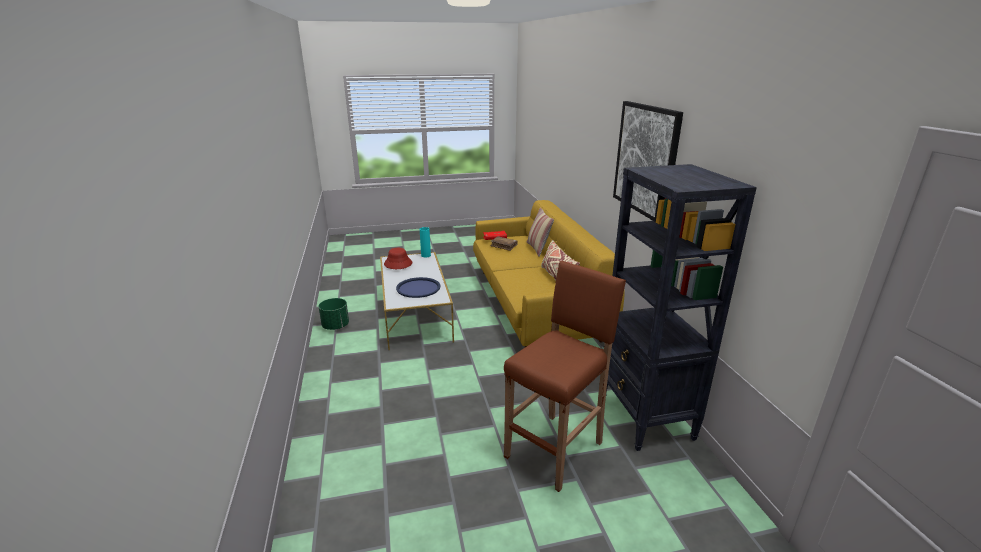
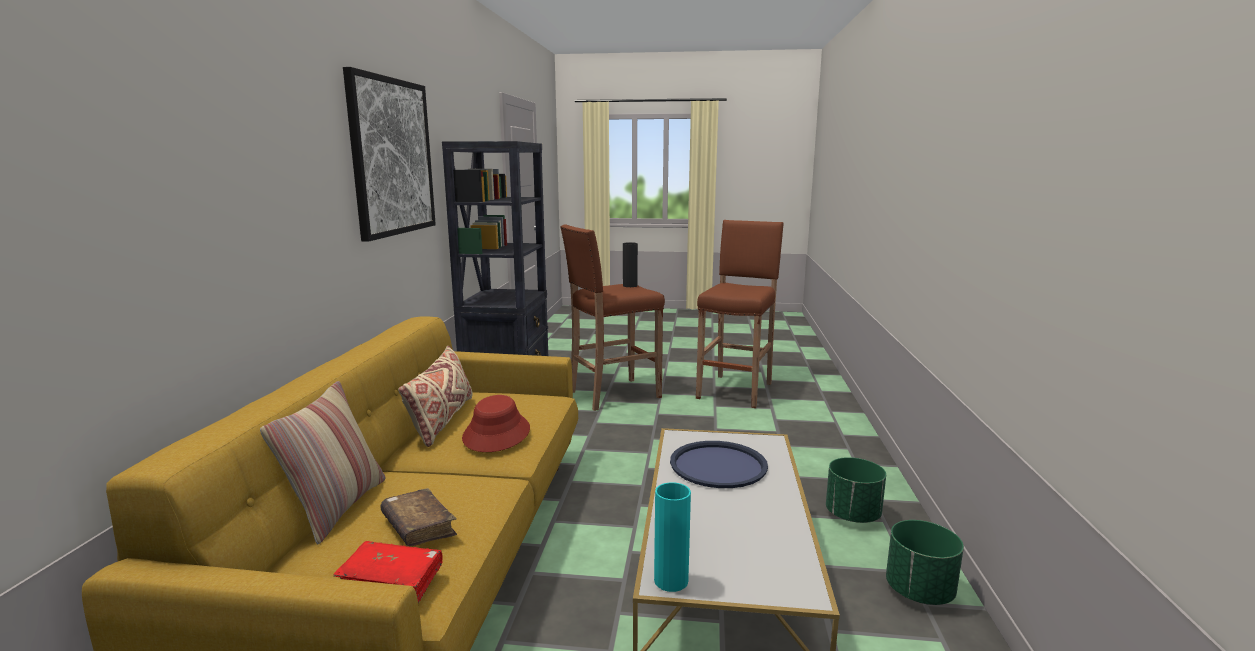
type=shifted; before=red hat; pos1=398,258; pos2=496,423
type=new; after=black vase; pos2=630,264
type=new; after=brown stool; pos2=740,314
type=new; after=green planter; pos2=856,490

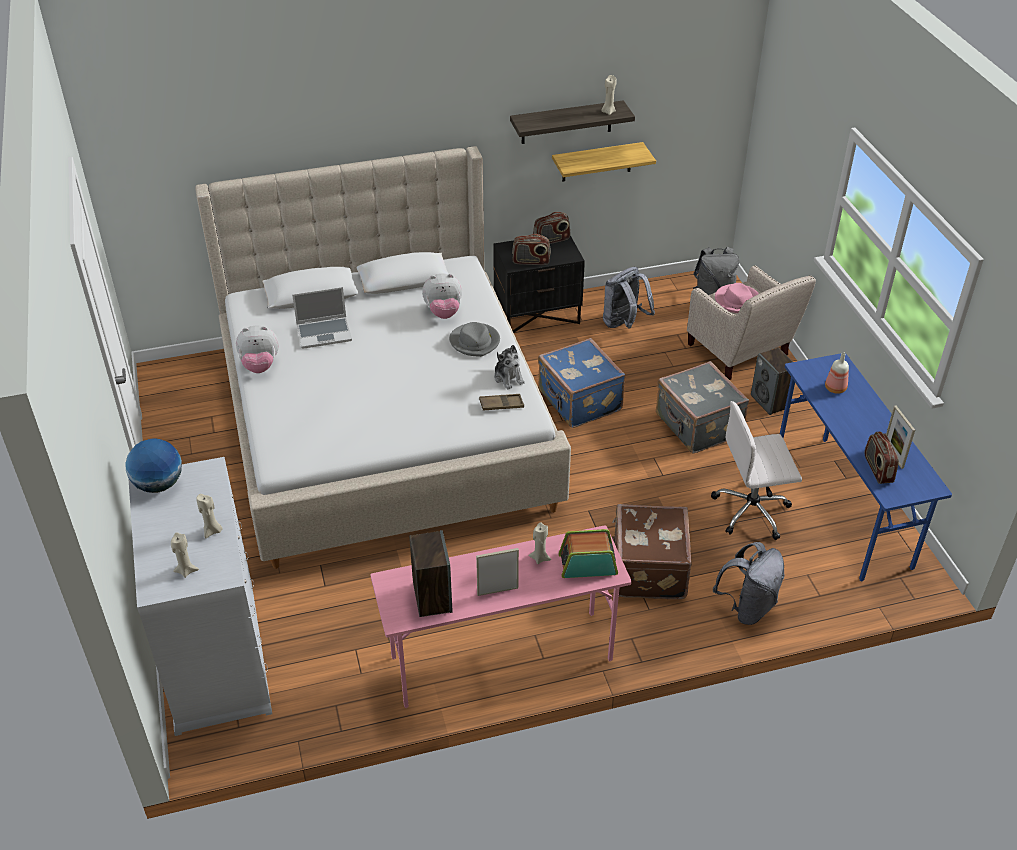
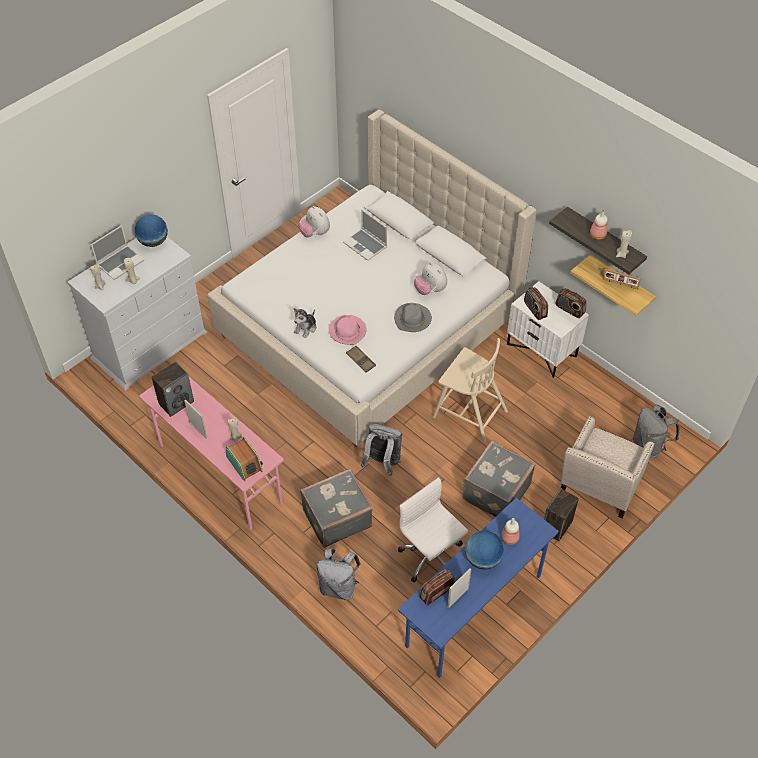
type=repainted; before=black nightstand; after=white nightstand; pos1=539,284; pos2=548,329
type=shifted; before=plush toy; pos1=509,367; pos2=305,323
type=swapped; before=blue suitcase; after=beige chair; pos1=581,383; pos2=470,390
type=shifted; before=grey backpack; pos1=629,298; pos2=381,450
type=repainted; before=brown suitcase; after=grey suitcase; pos1=652,551; pos2=336,508
type=shifted; before=pink hat; pos1=737,298; pos2=347,330
type=new; after=laptop; pos2=117,252
type=new; after=globe; pos2=484,550
type=new; after=bottle; pos2=599,225
type=new; after=picture frame; pos2=622,279

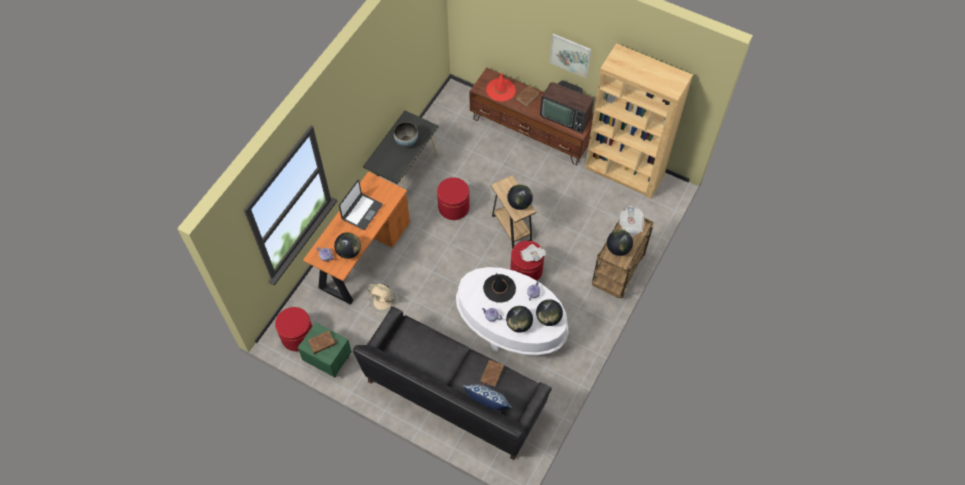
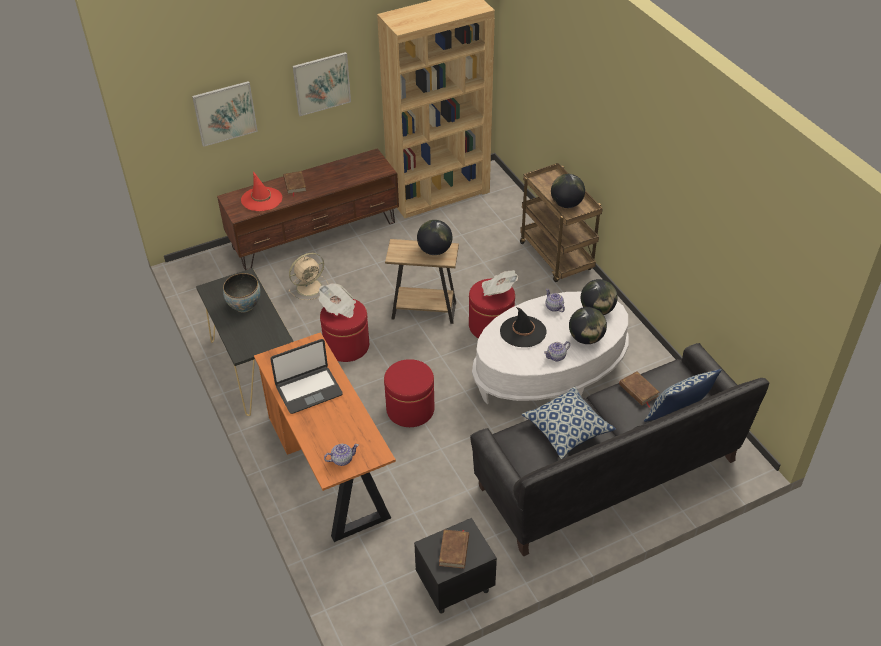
type=shifted; before=red ottoman; pos1=293,329; pos2=409,393
type=repainted; before=green nightstand; after=black nightstand; pos1=325,349; pos2=455,566
type=gone; before=globe; pos1=347,245
type=rotated; before=laptop; pos1=361,205; pos2=307,376; turn=90
type=shifted; before=beige fan; pos1=382,299; pos2=308,276
type=gone; before=television; pos1=567,106
type=shifted; before=newspaper; pos1=631,221; pos2=337,300
type=new; after=picture; pos2=225,114
type=new; after=pillow; pos2=568,423

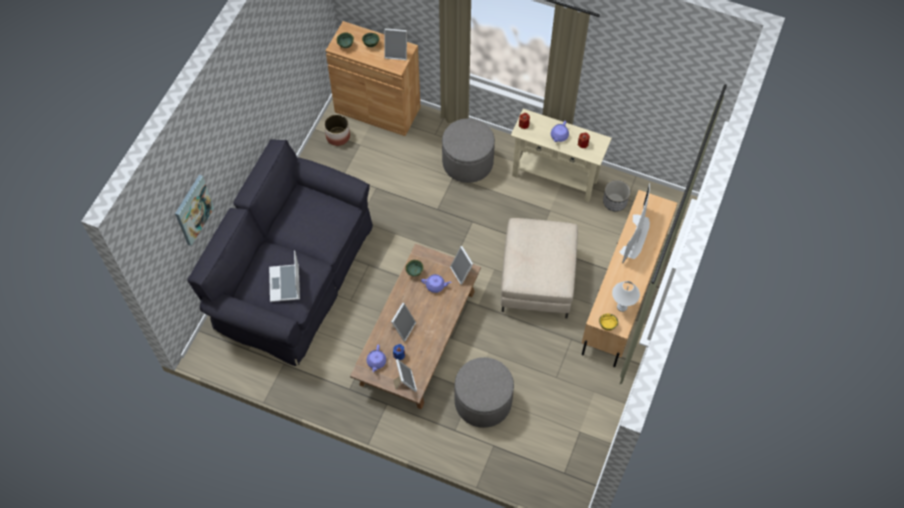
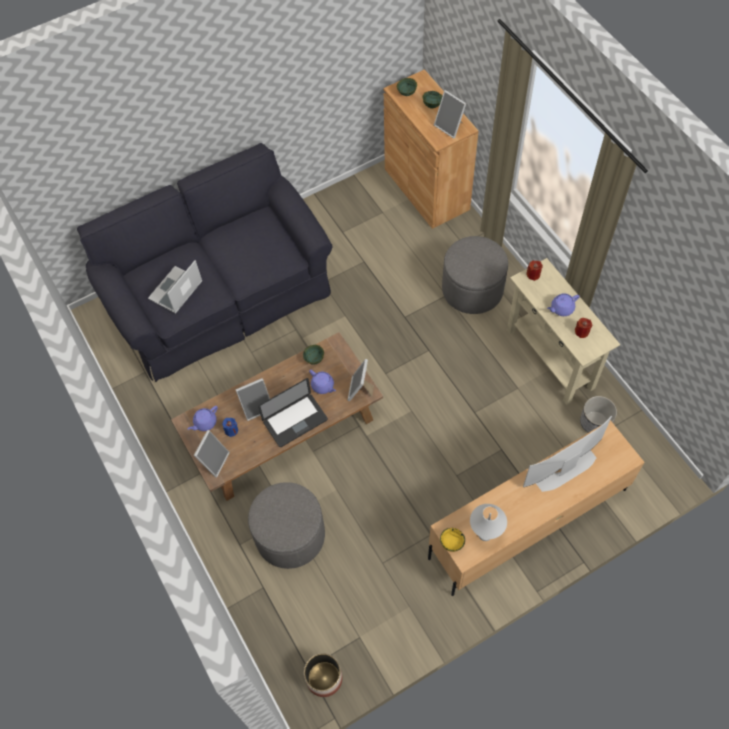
type=gone; before=picture; pos1=194,210
type=shifted; before=planter; pos1=337,130; pos2=323,675
type=gone; before=beige ottoman; pos1=539,268
type=new; after=laptop; pos2=293,412

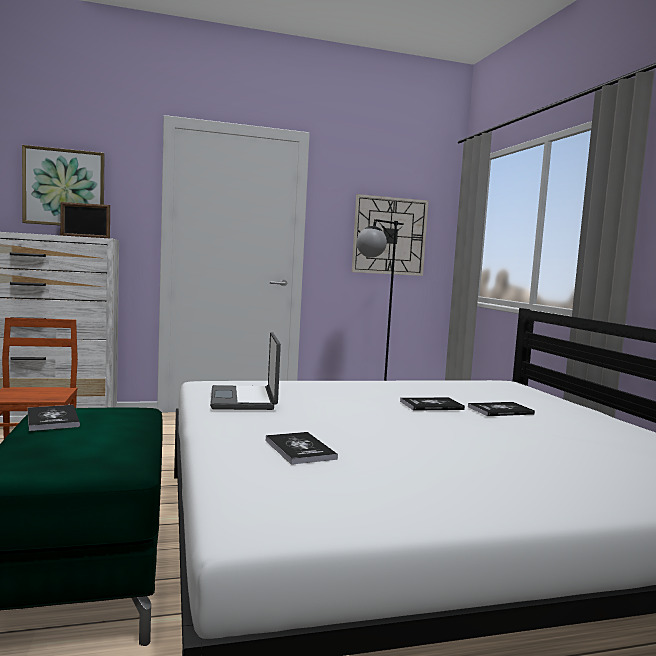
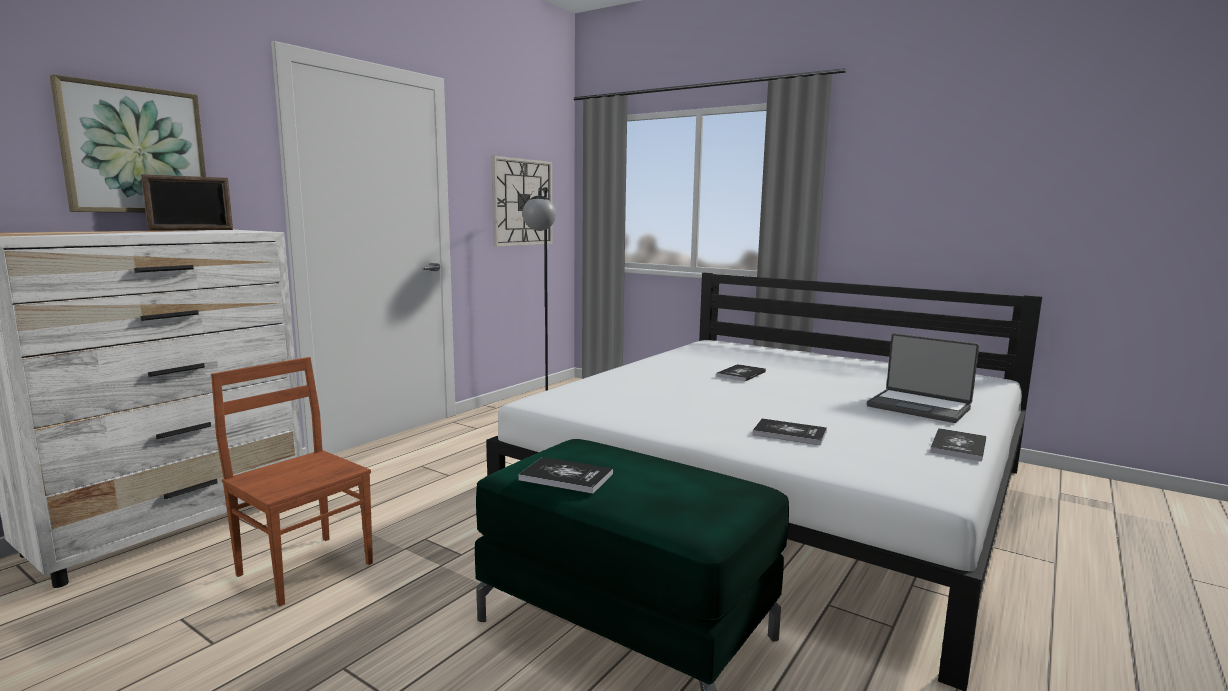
type=shifted; before=laptop; pos1=245,371; pos2=923,378
type=shifted; before=book; pos1=501,409; pos2=958,445

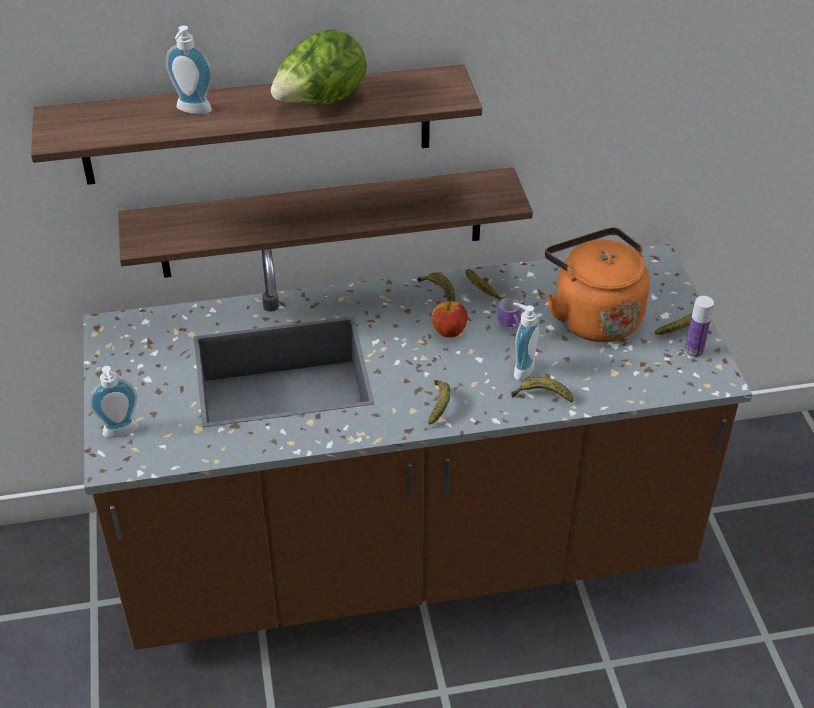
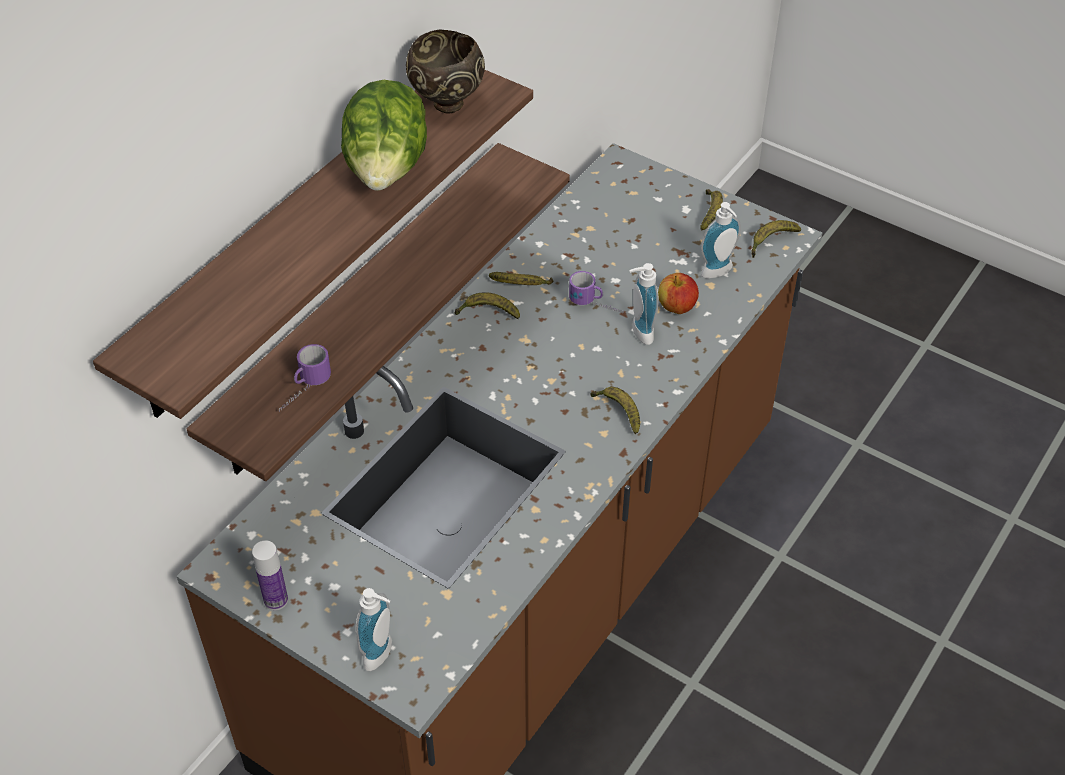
type=shifted; before=soap dispenser; pos1=189,70; pos2=721,240
type=shifted; before=apple; pos1=449,319; pos2=678,293
type=shifted; before=banana; pos1=542,390; pos2=776,239
type=gone; before=orange kettle; pos1=597,285
type=shifted; before=bottle; pos1=699,327; pos2=270,575
type=new; after=mug; pos2=305,378
type=new; after=brown bowl; pos2=445,71

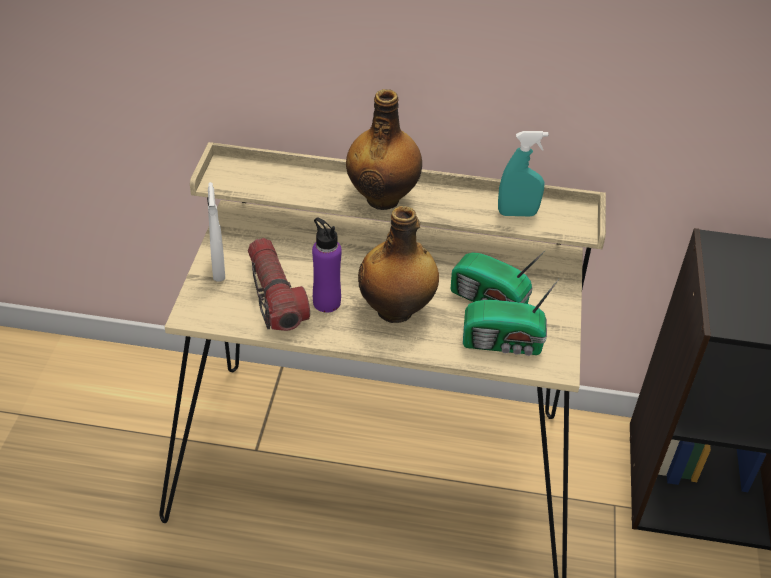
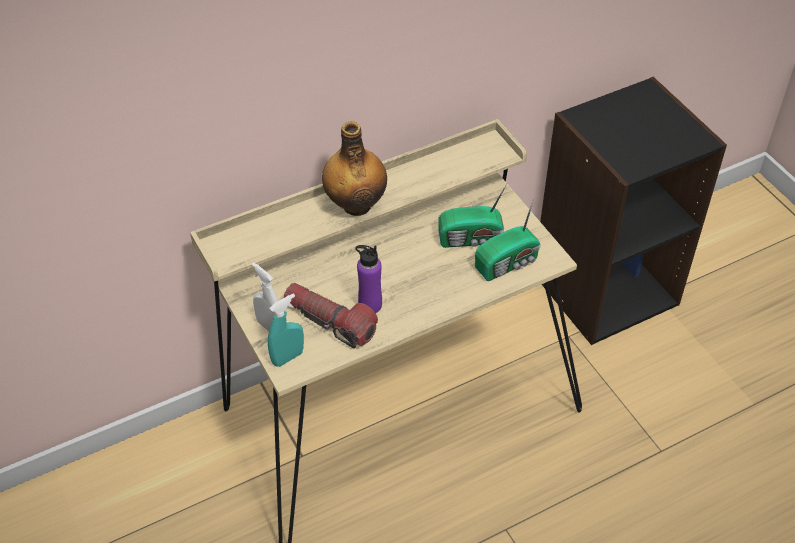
type=gone; before=bottle; pos1=398,264
type=shifted; before=turquoise spray bottle; pos1=523,173; pos2=286,330

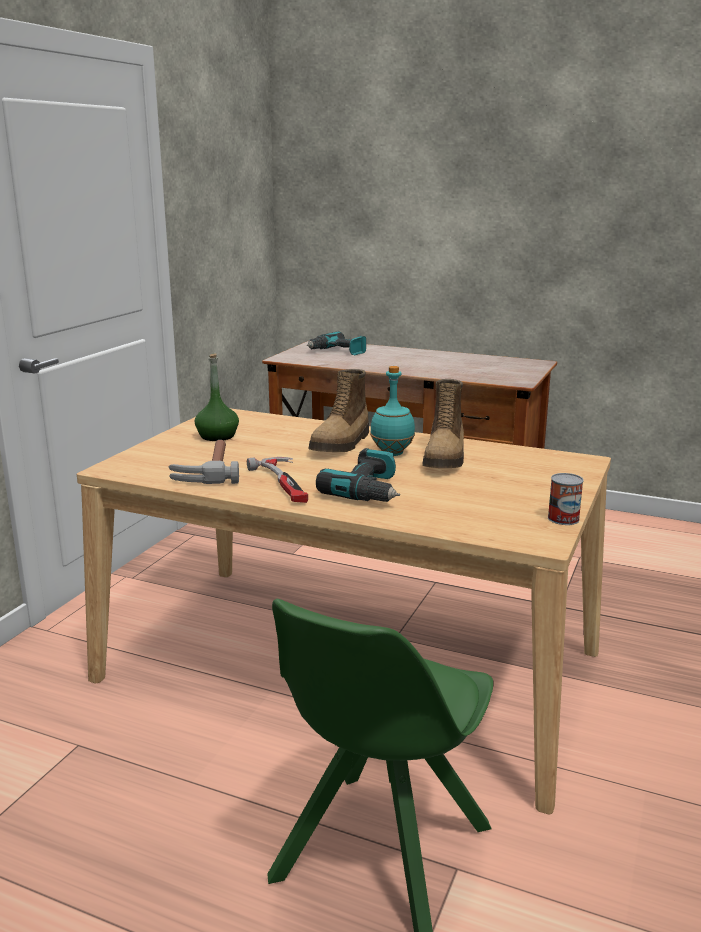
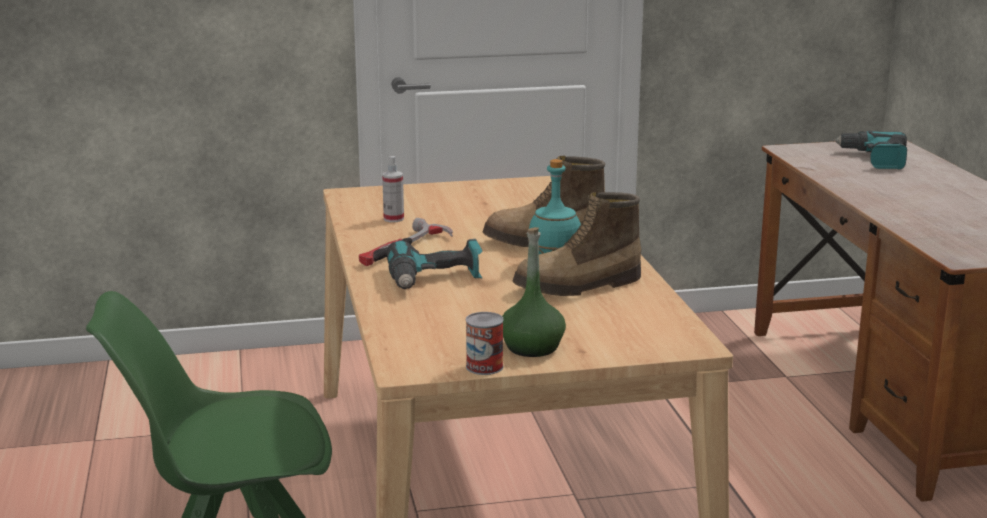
type=swapped; before=hammer; after=spray bottle; pos1=204,462; pos2=393,189
type=shifted; before=green bottle; pos1=217,397; pos2=534,292

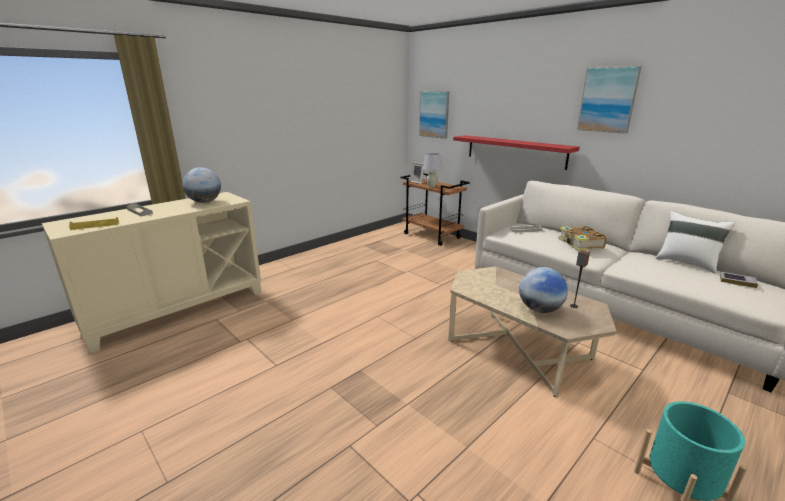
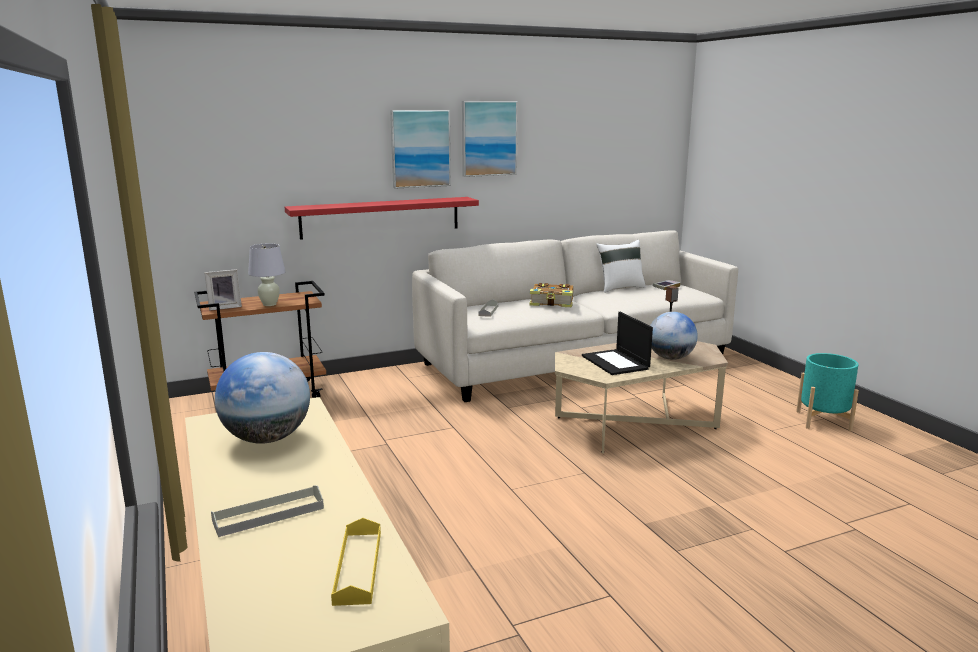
type=shifted; before=picture; pos1=434,115; pos2=420,149
type=new; after=laptop; pos2=617,343

